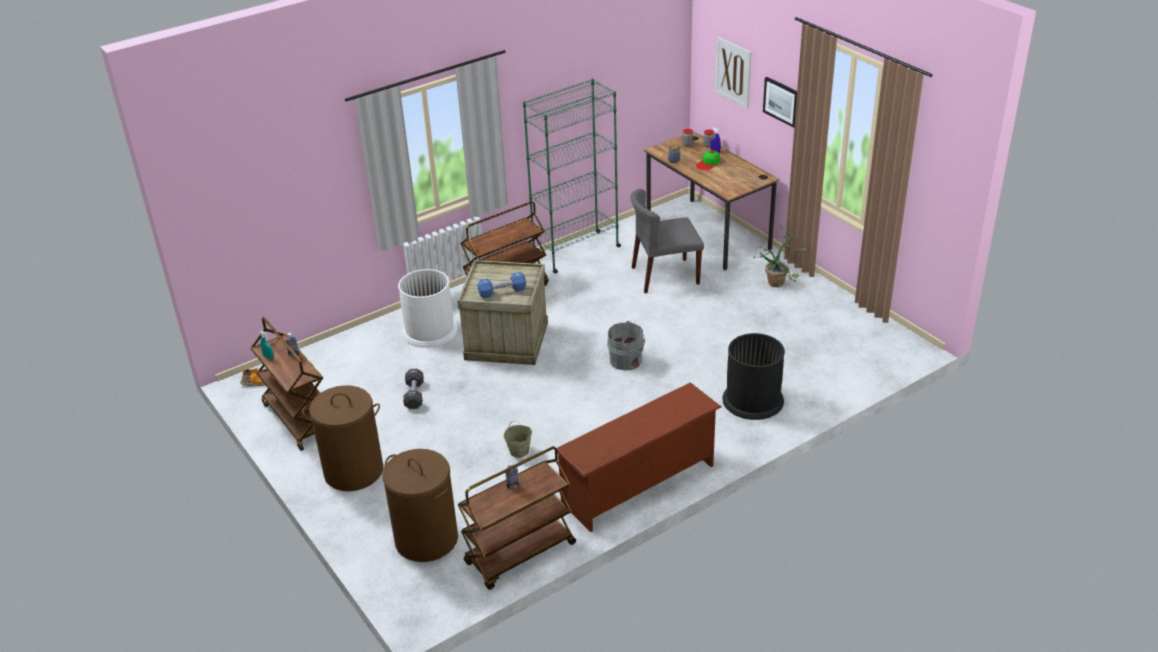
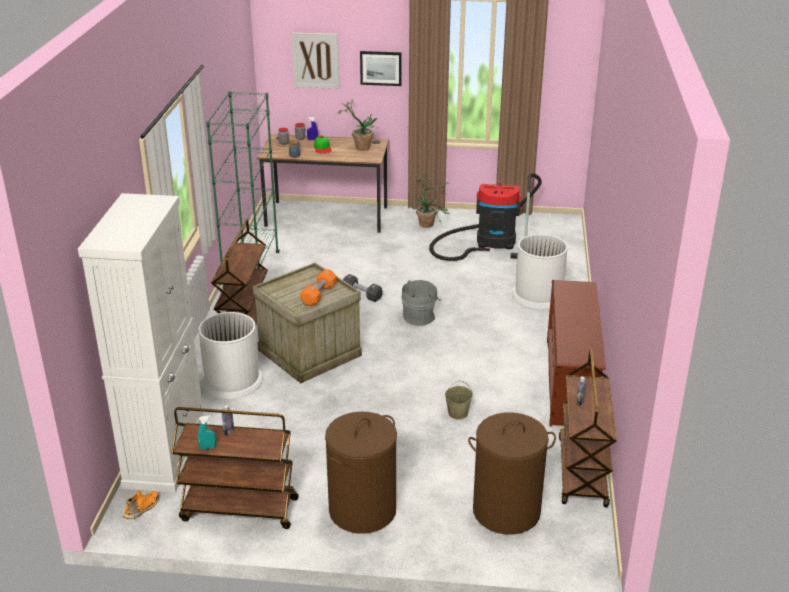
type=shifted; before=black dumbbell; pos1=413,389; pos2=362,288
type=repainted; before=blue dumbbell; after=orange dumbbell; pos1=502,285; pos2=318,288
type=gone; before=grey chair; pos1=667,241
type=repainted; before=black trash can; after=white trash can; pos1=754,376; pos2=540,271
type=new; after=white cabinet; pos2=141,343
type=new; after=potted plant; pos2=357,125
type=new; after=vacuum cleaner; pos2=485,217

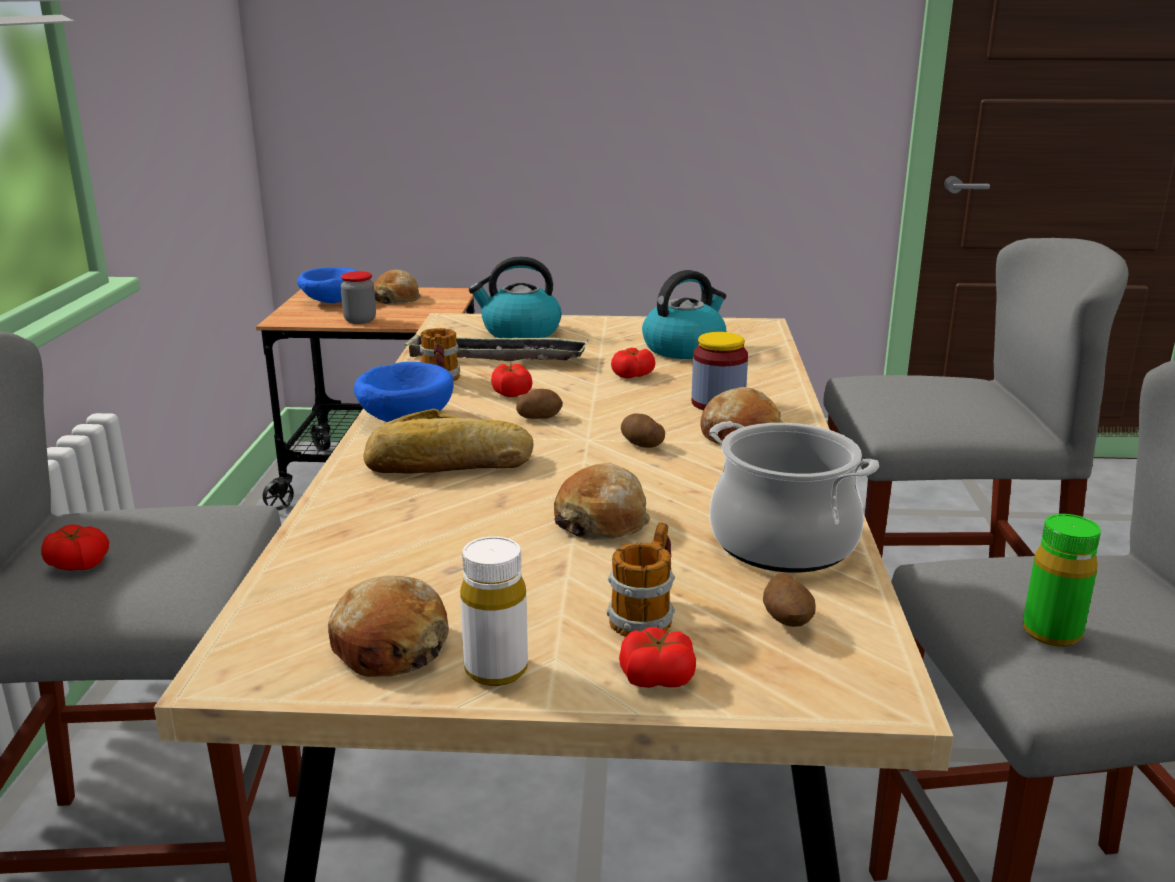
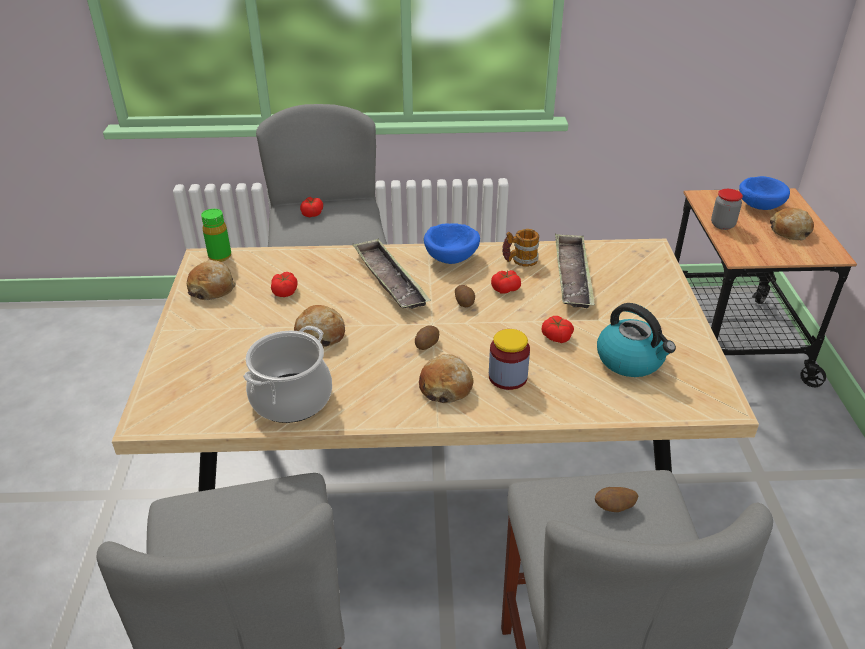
type=swapped; before=bread; after=tray; pos1=448,441; pos2=391,273
type=gone; before=white bottle; pos1=494,611
type=gone; before=kettle; pos1=515,297
type=gone; before=mug; pos1=640,579
type=shifted; before=tomato; pos1=657,657; pos2=284,284
type=shifted; before=potato; pos1=789,600; pos2=616,499
type=shifted; before=green bottle; pos1=1062,580; pos2=216,235

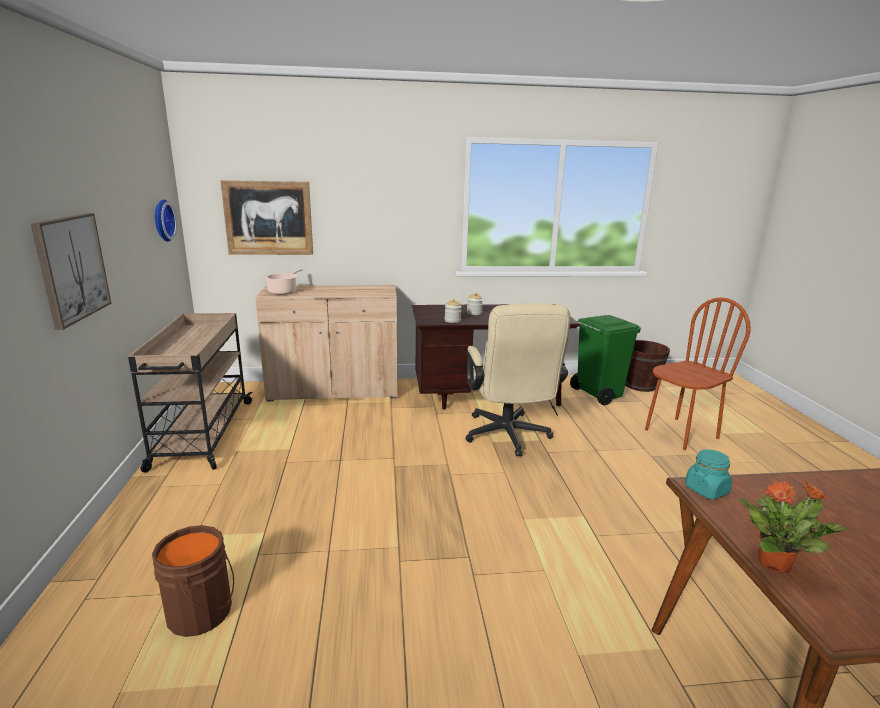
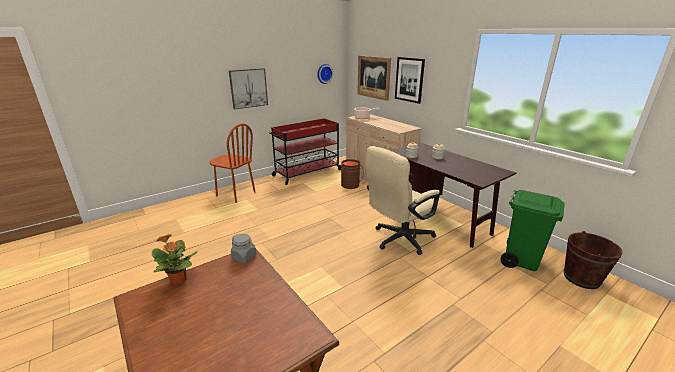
type=repainted; before=beige cart; after=red cart; pos1=190,393; pos2=305,151
type=shifted; before=brown bucket; pos1=193,581; pos2=352,174
type=shifted; before=brown chair; pos1=698,373; pos2=232,163
type=repainted; before=turquoise jar; after=grey jar; pos1=708,474; pos2=243,248
type=new; after=picture; pos2=410,80

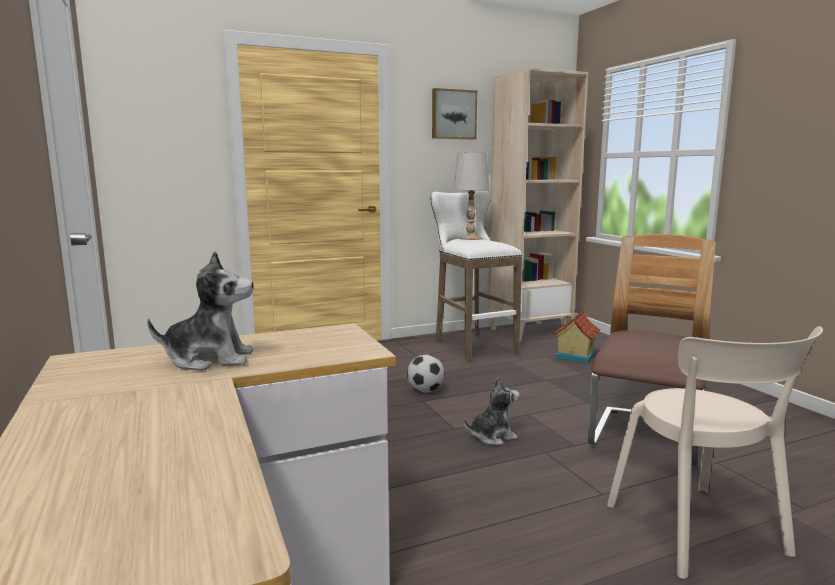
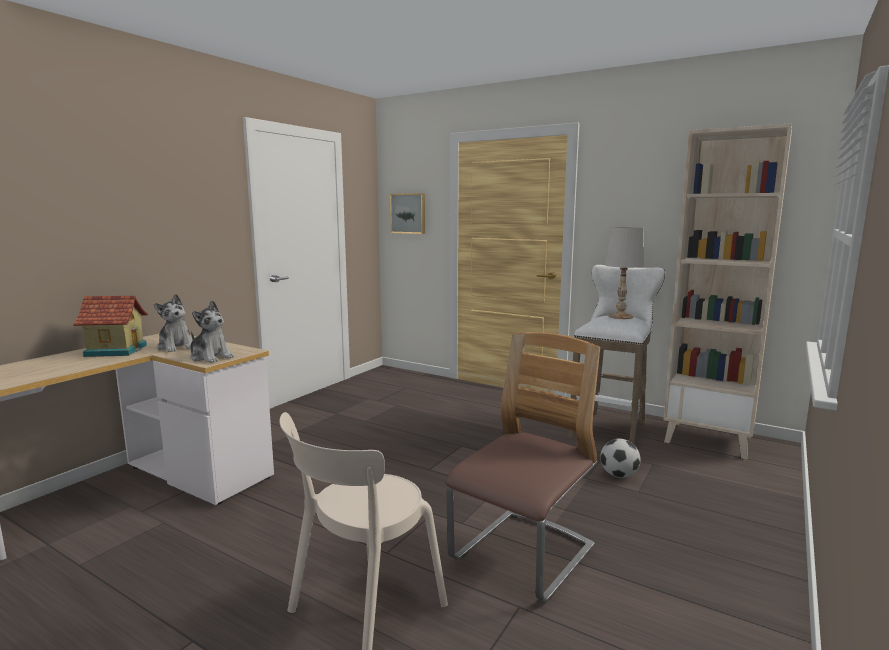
type=shifted; before=football; pos1=426,373; pos2=620,458
type=shifted; before=picture; pos1=454,113; pos2=407,213
type=shifted; before=plush toy; pos1=492,411; pos2=212,331
type=shifted; before=toy house; pos1=576,336; pos2=110,326
type=rotated; before=chair; pos1=652,350; pos2=522,467; turn=-45

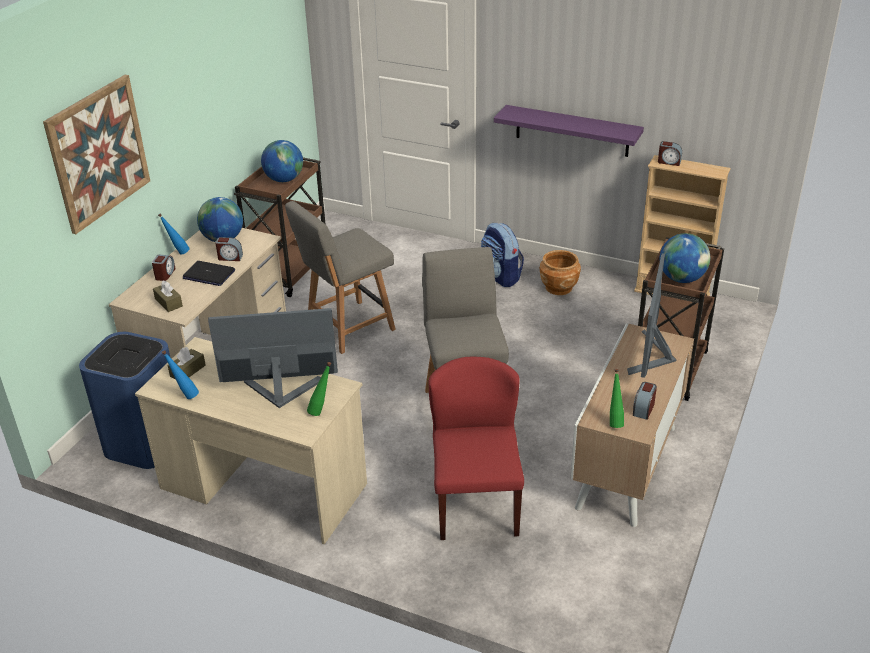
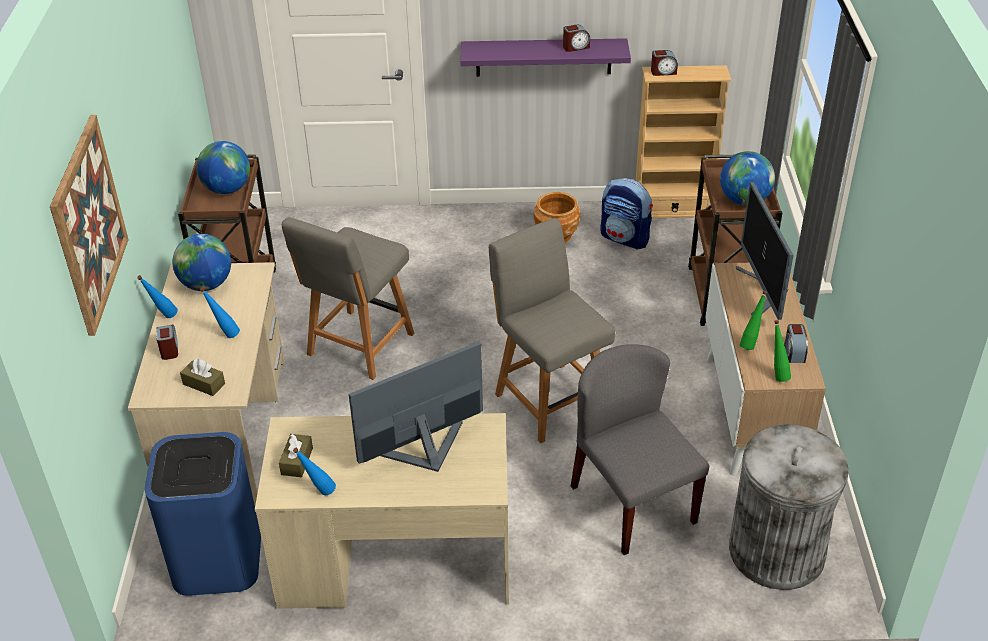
type=swapped; before=laptop; after=blue bottle; pos1=209,273; pos2=220,312
type=shifted; before=alarm clock; pos1=229,249; pos2=576,38
type=shifted; before=green bottle; pos1=319,389; pos2=753,320
type=repainted; before=red chair; after=grey chair; pos1=476,448; pos2=640,449
type=shifted; before=backpack; pos1=502,255; pos2=626,214
type=new; after=grey trash can; pos2=788,507

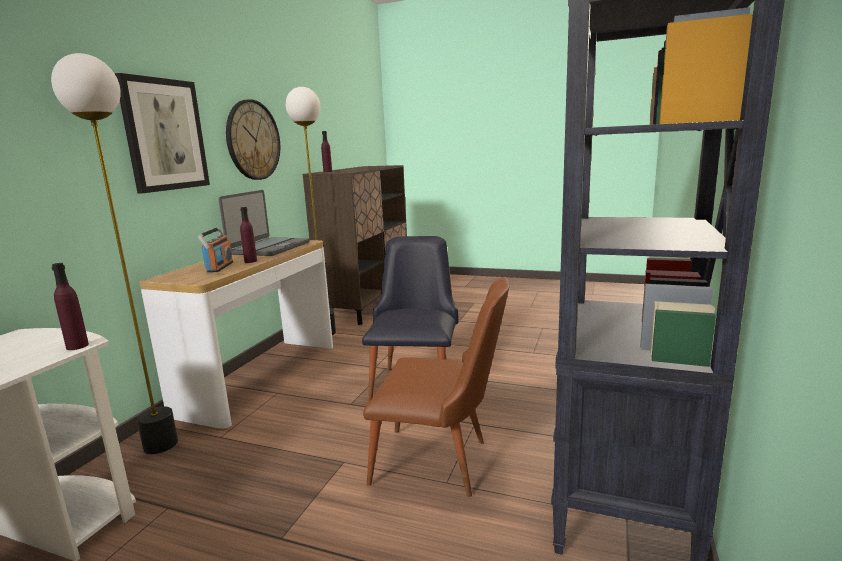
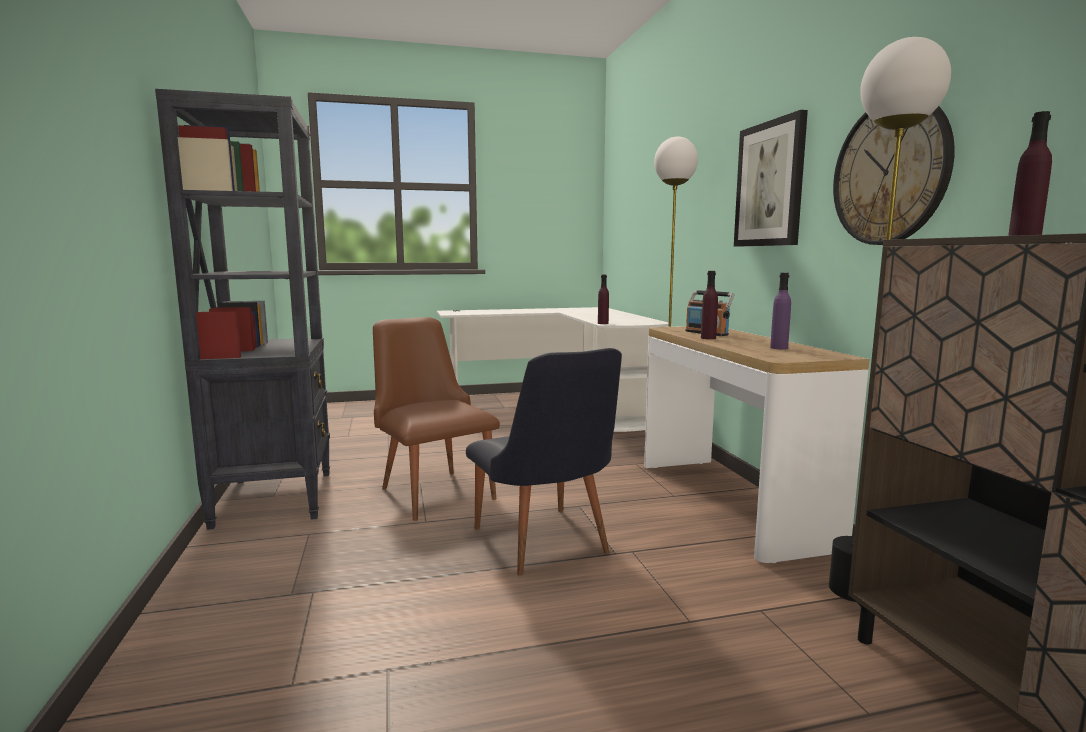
type=swapped; before=laptop; after=purple bottle; pos1=264,223; pos2=780,311
type=rotated; before=brown chair; pos1=436,387; pos2=436,419; turn=75

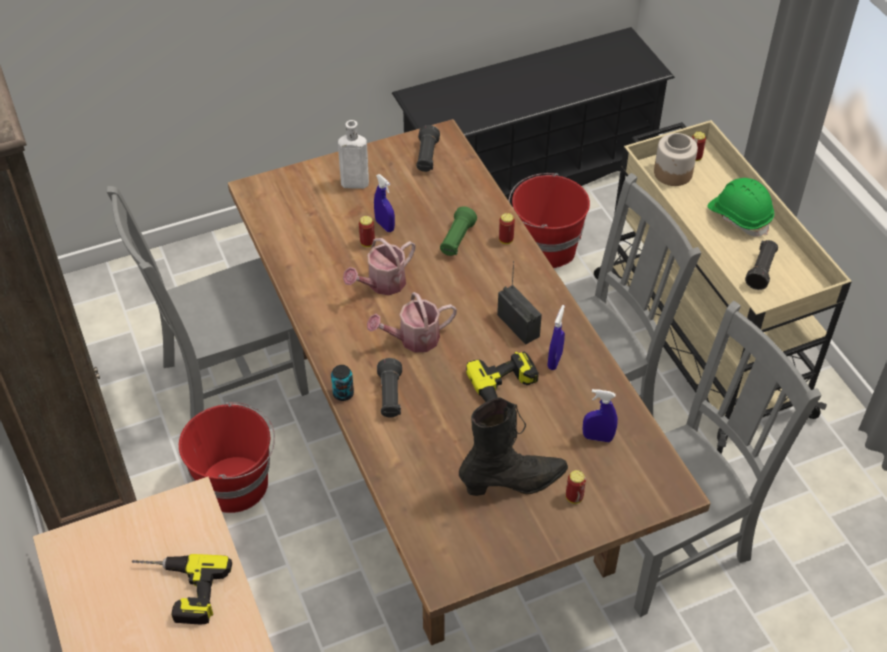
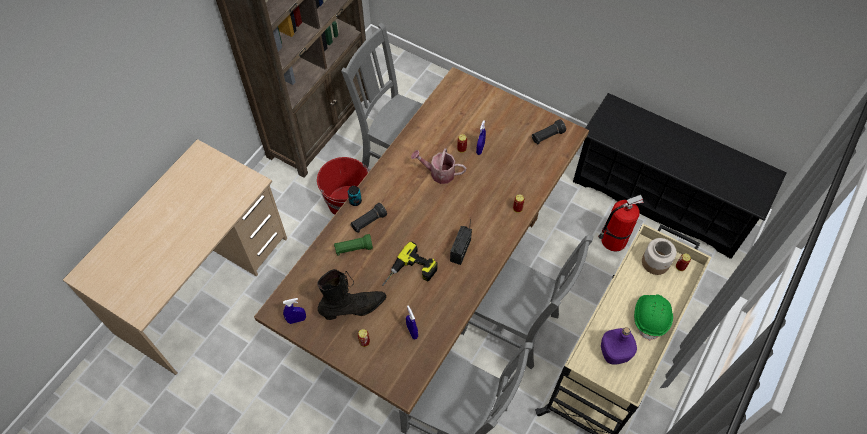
type=gone; before=power drill; pos1=182,589
type=gone; before=white bottle; pos1=353,154
type=gone; before=watering can; pos1=412,322
type=shifted; before=green flashlight; pos1=458,231; pos2=353,245
type=rotated; before=black boot; pos1=513,446; pos2=352,294; turn=-60
type=swapped; before=red bucket; after=fire extinguisher; pos1=549,220; pos2=621,223
type=shifted; before=blue spray bottle; pos1=556,337; pos2=294,311
type=swapped; before=black flashlight; after=purple bottle; pos1=761,265; pos2=619,346

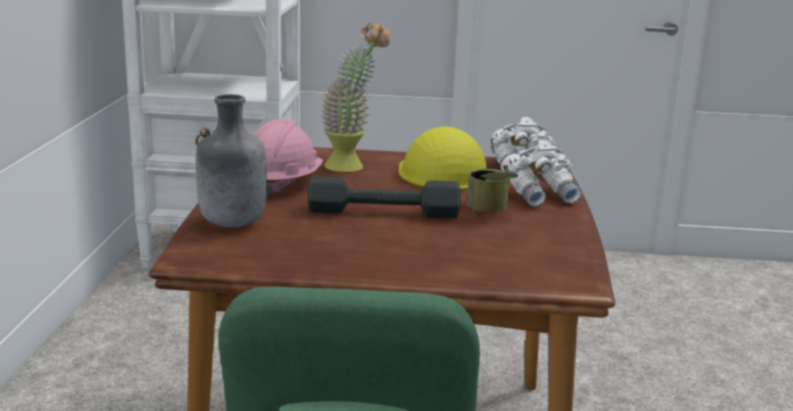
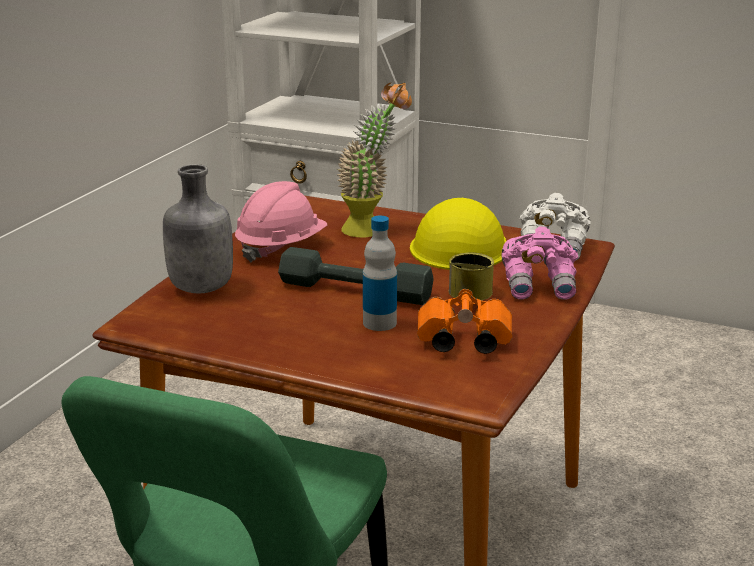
type=repainted; before=white binoculars; after=pink binoculars; pos1=541,173; pos2=539,263
type=new; after=bottle; pos2=380,273
type=new; after=orange binoculars; pos2=464,321

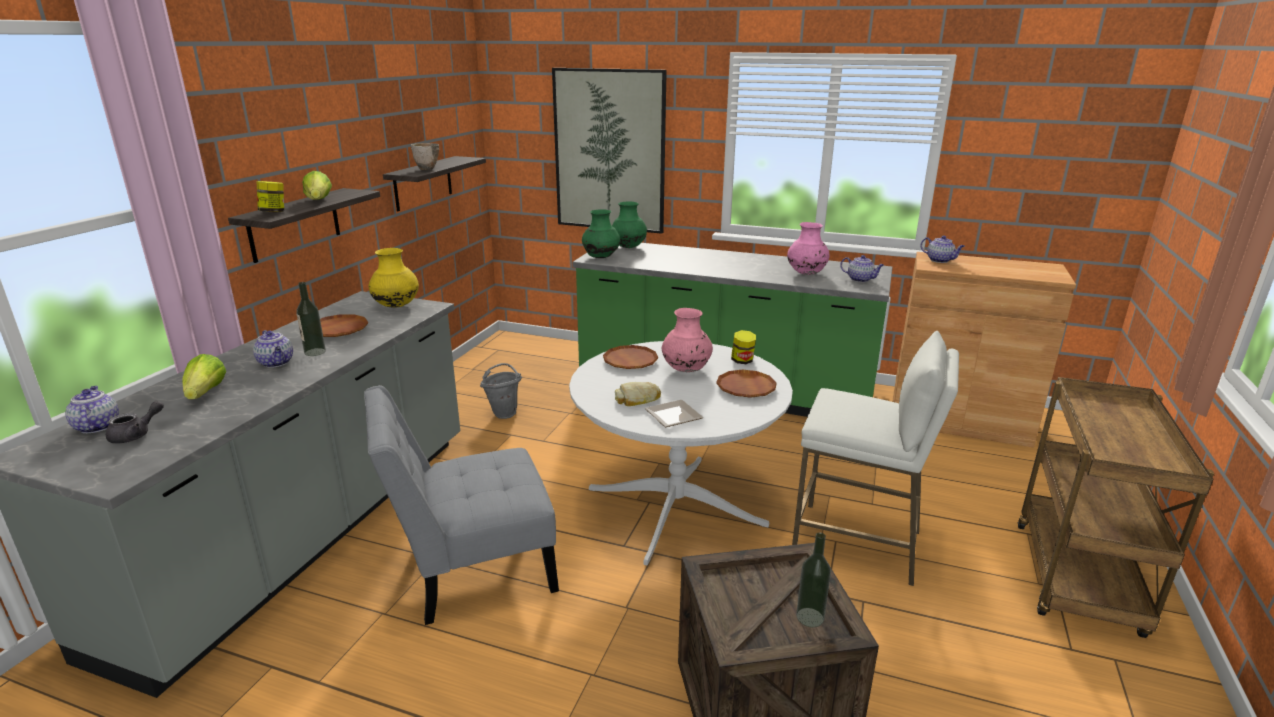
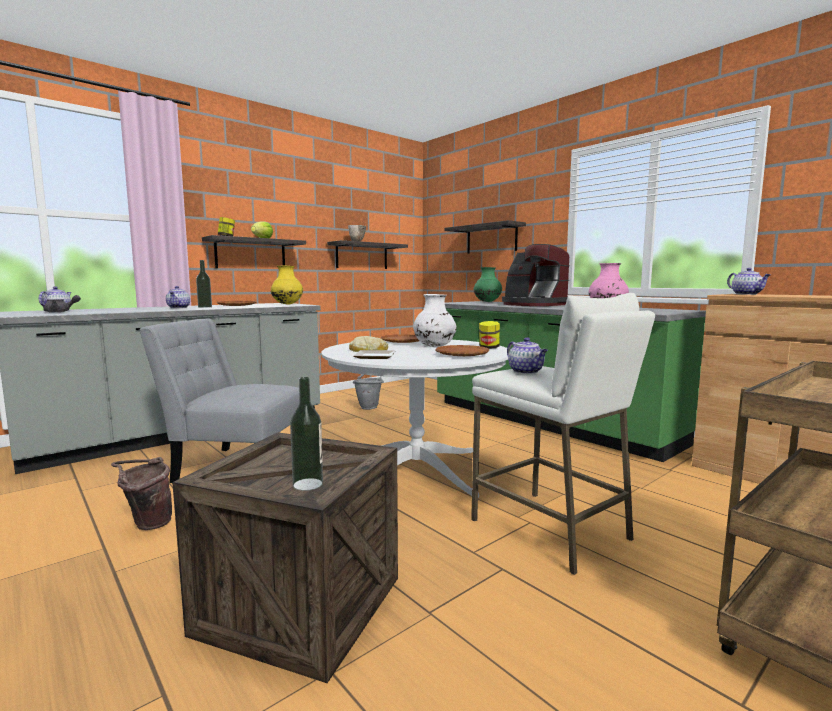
type=gone; before=lettuce; pos1=204,376
type=swapped; before=picture; after=shelf; pos1=609,151; pos2=485,237
type=gone; before=green vase; pos1=601,234
type=repainted; before=pink vase; after=white vase; pos1=687,340; pos2=435,320
type=shifted; before=teapot; pos1=862,268; pos2=527,355
type=new; after=brown bucket; pos2=141,493
type=new; after=coffee machine; pos2=535,275

